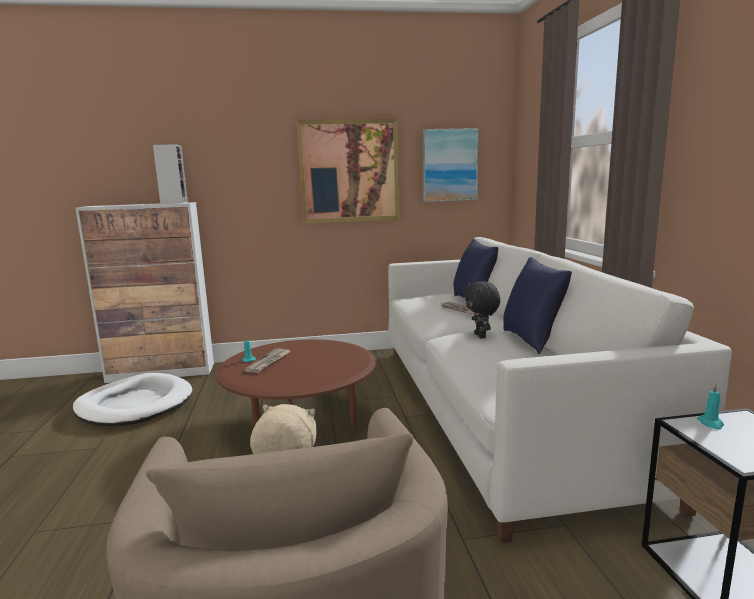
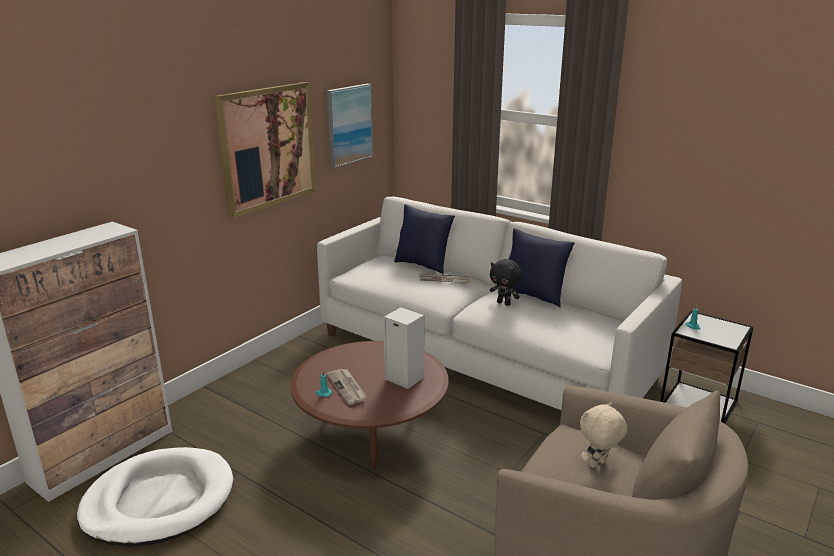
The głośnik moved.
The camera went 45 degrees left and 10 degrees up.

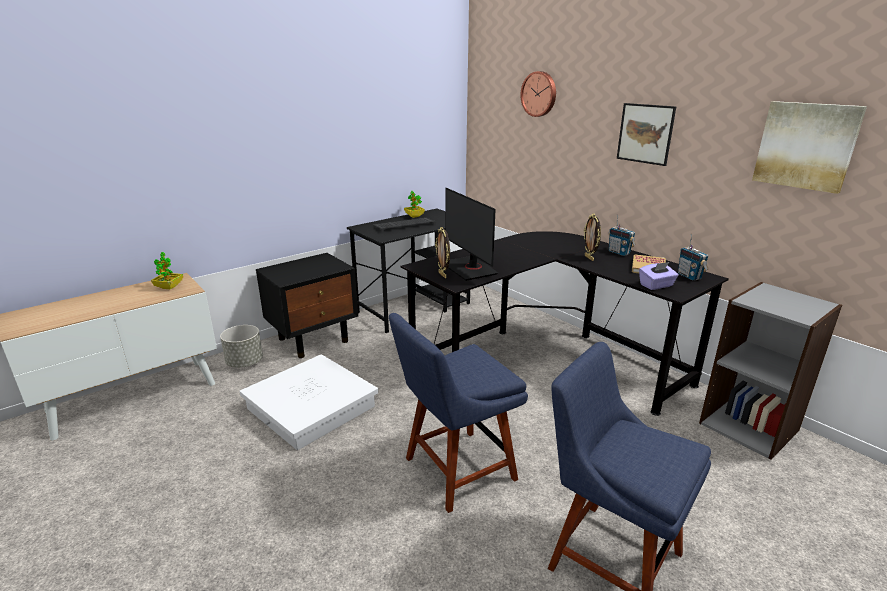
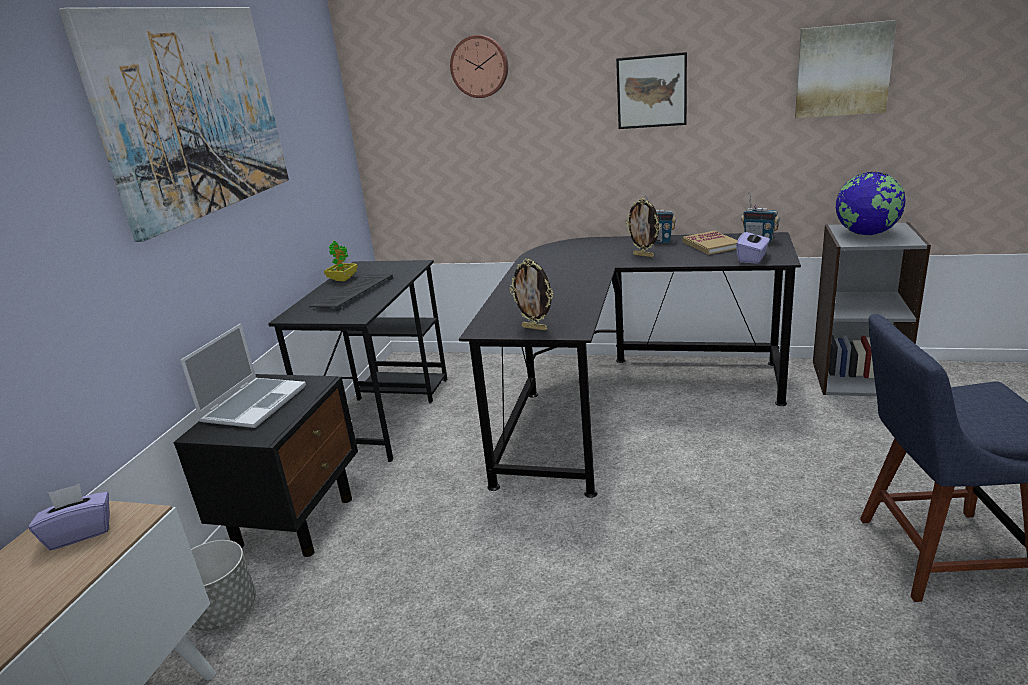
The roślina doniczkowa (1st from left) was replaced by the pudełko chusteczek [fioletowy] (1st from left).
The pojemnik do przechowywania [biały] disappeared.
The krzesło [niebieski] (1st from left) disappeared.
The monitor disappeared.
The obraz (1st from left) appeared.
The laptop appeared.
The globus appeared.
The camera went 35 degrees left and 0 degrees up.

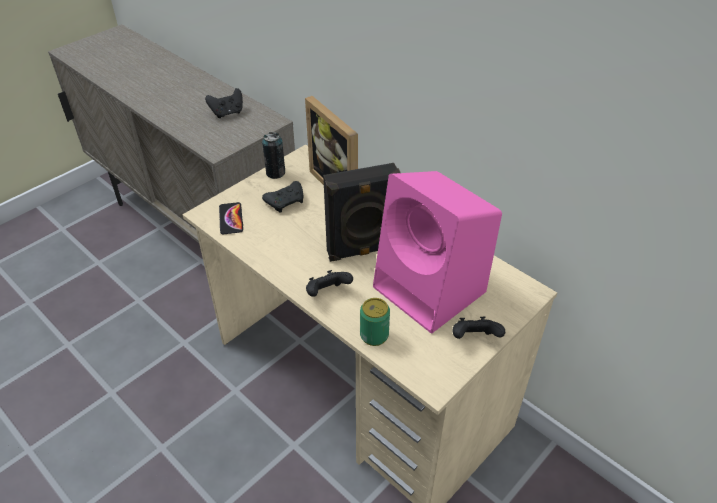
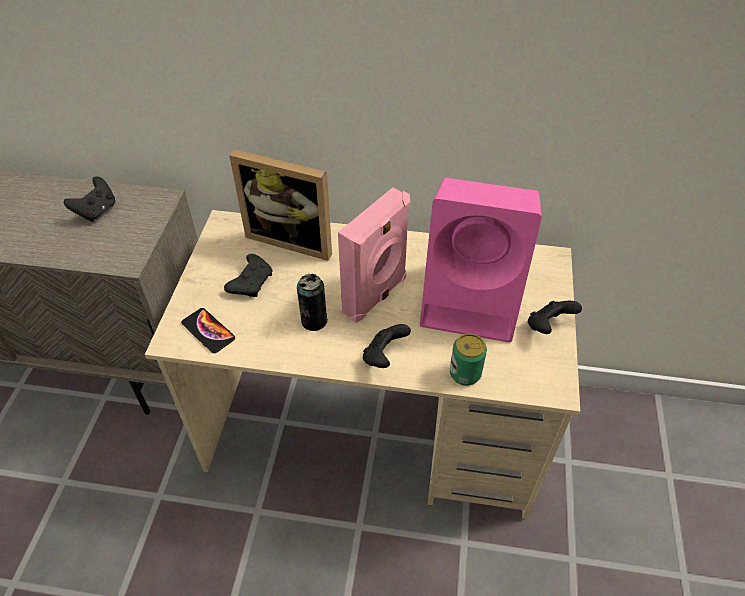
The puszka (1st from left) moved.
The głośnik [czarny] became the głośnik [różowy] (1st from left).
The camera went 35 degrees left and 5 degrees up.

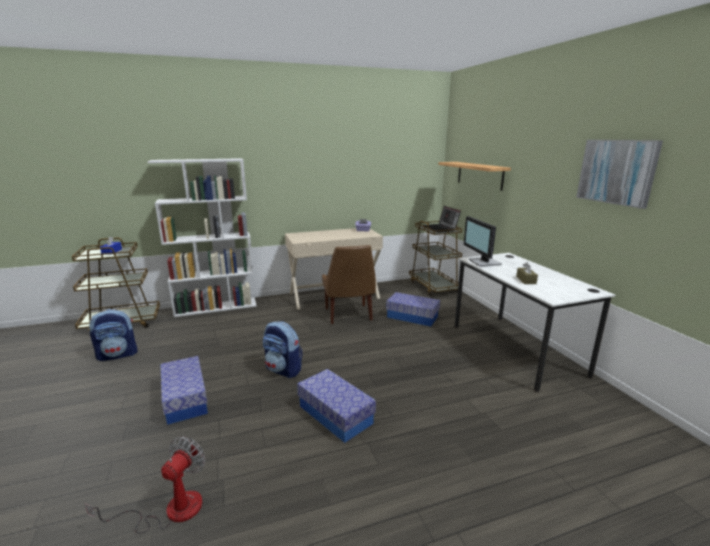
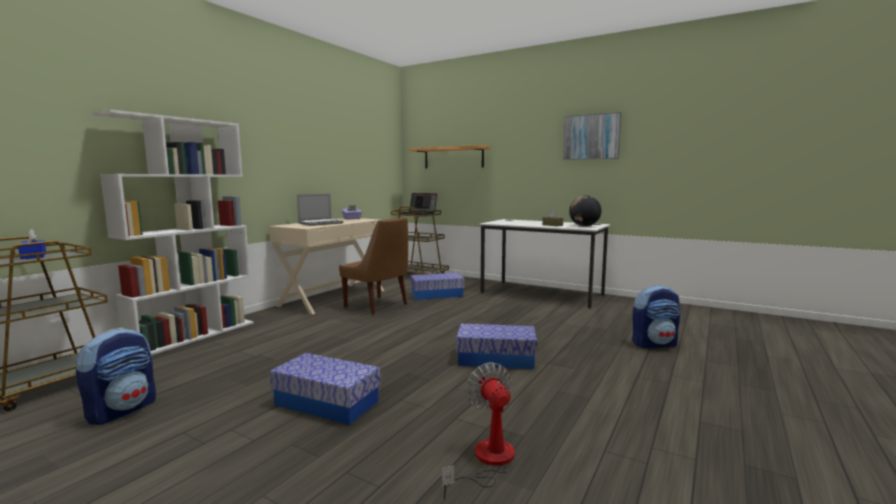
The plecak (2nd from left) moved.
The monitor disappeared.
The laptop (1st from left) appeared.
The globus appeared.
The camera went 40 degrees left and 10 degrees down.

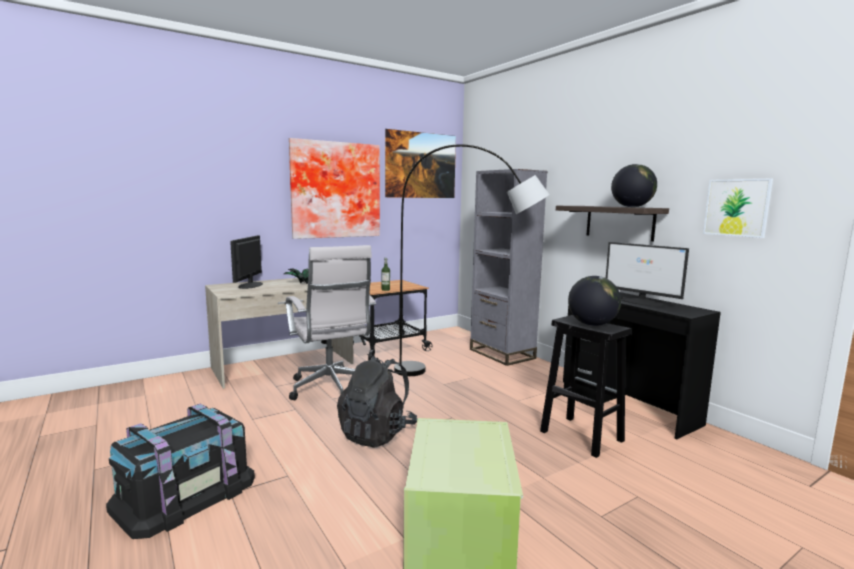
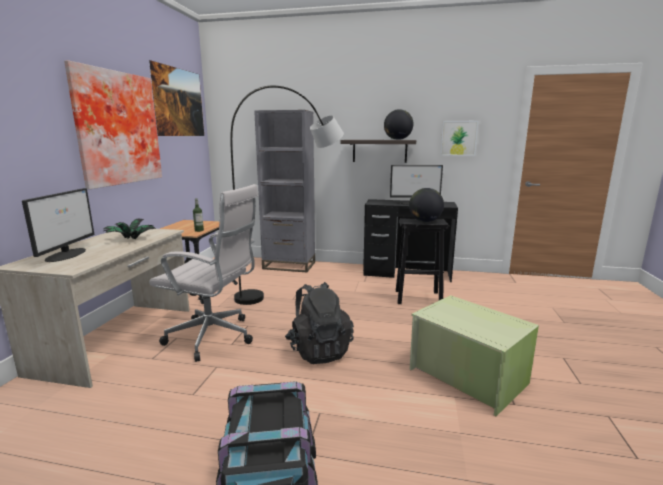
The monitor (1st from left) turned 135 degrees counterclockwise.
The camera went 45 degrees left and 5 degrees up.

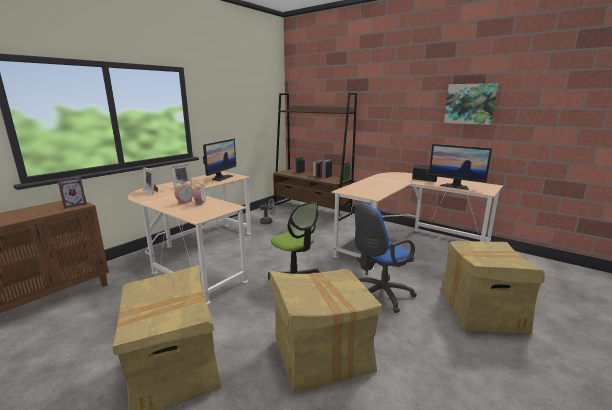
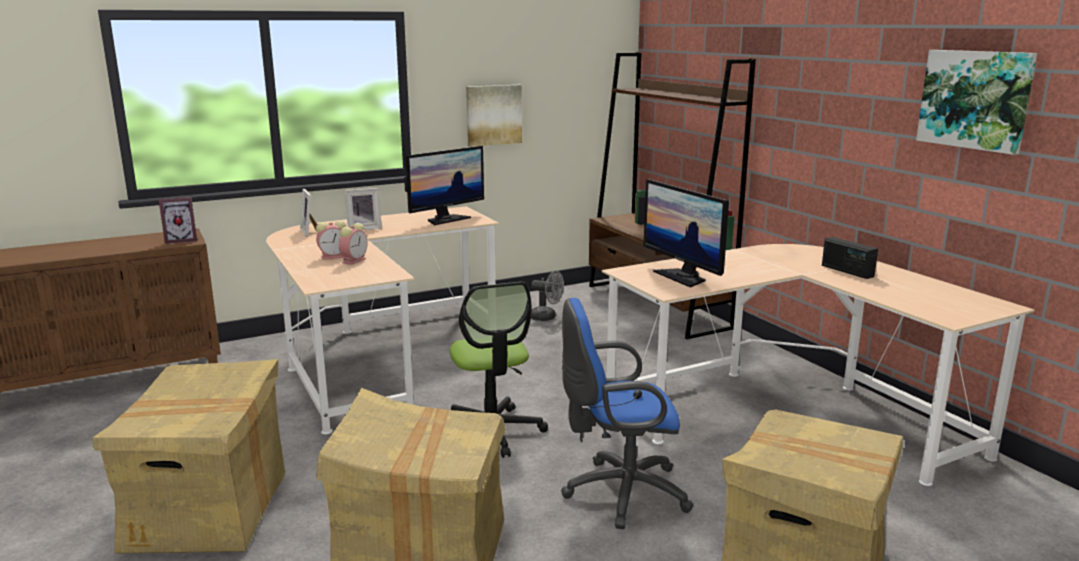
The monitor (2nd from left) moved.
The obraz (1st from left) appeared.
The camera went 25 degrees right and 0 degrees up.

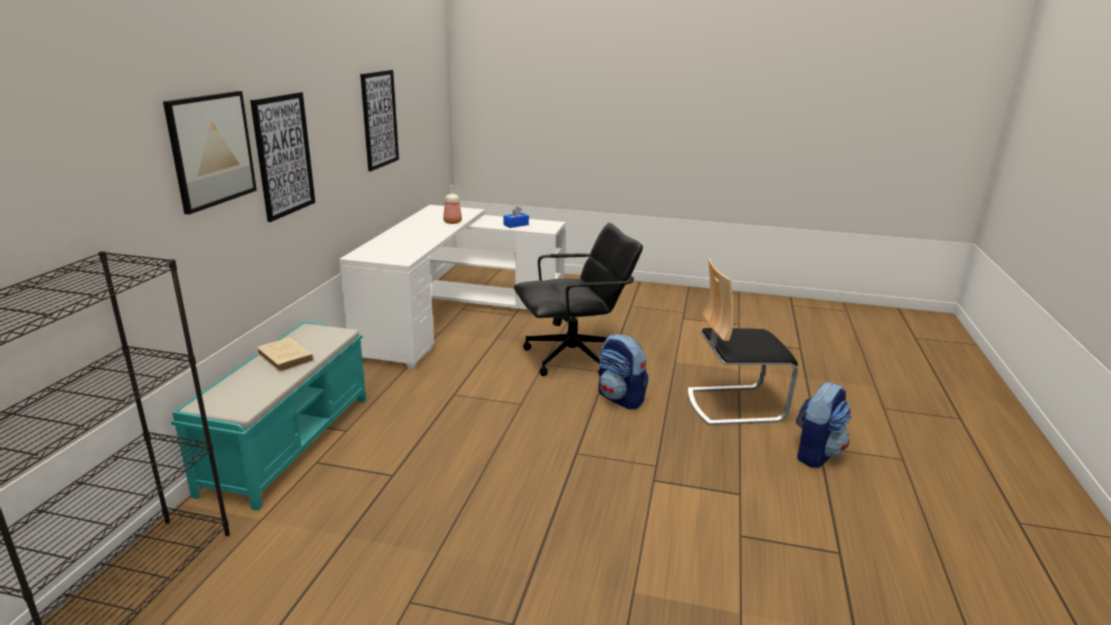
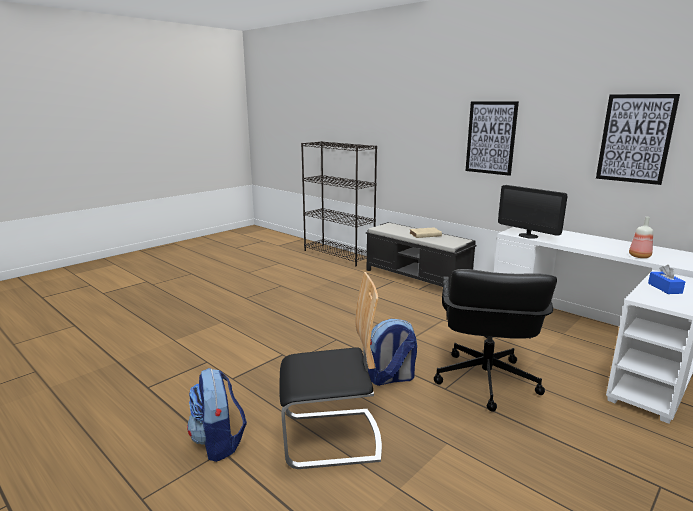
The obraz (1st from left) disappeared.
The ławka [turkusowy] became the ławka [czarny].
The krzesło turned 60 degrees clockwise.
The monitor appeared.
The camera went 120 degrees right and 5 degrees down.

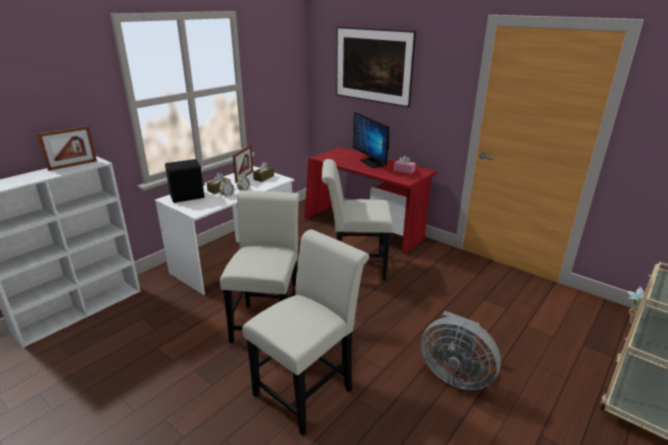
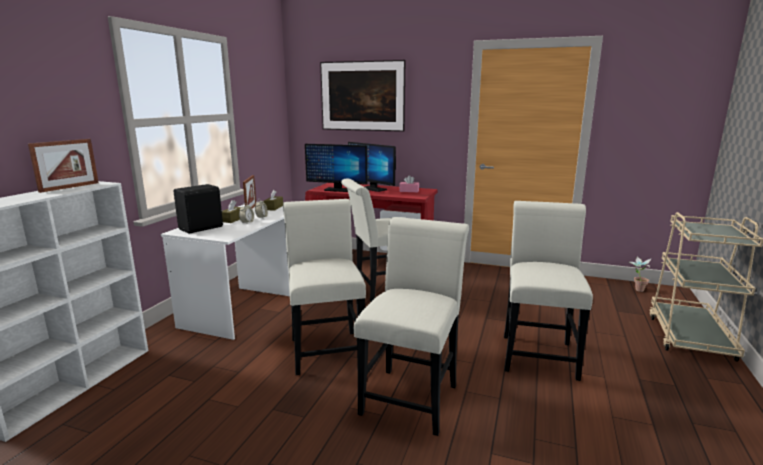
The wentylator [szary] was replaced by the krzesło [biały] (4th from left).
The monitor (1st from left) appeared.
The camera went 20 degrees left and 10 degrees down.

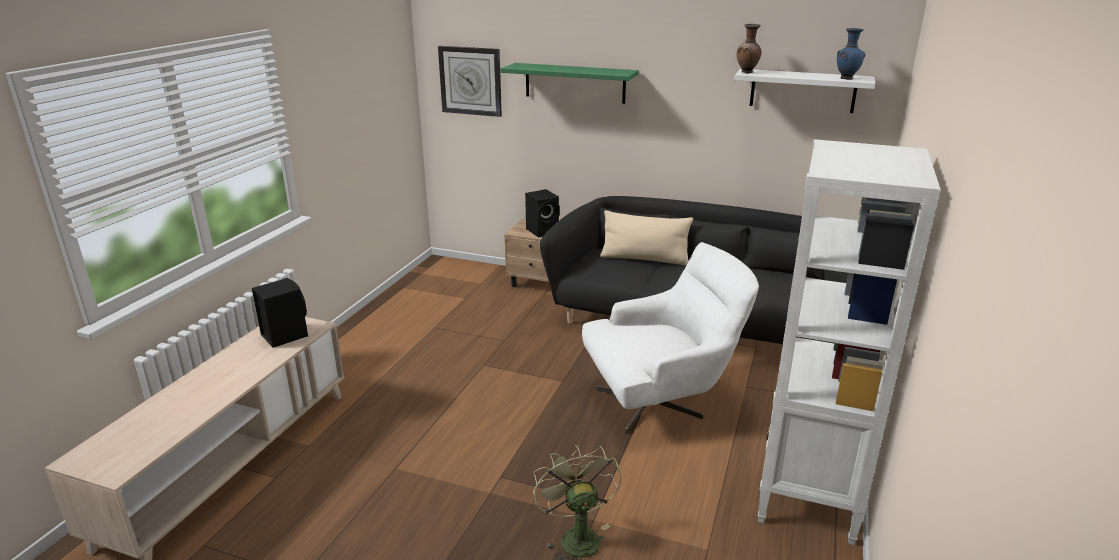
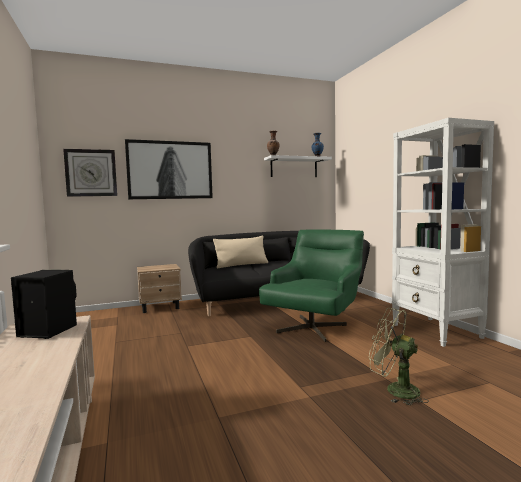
The półka [zielony] was replaced by the obraz.
The głośnik [czarny] (2nd from left) disappeared.
The fotel [biały] became the fotel [zielony].
The camera went 40 degrees left and 20 degrees down.

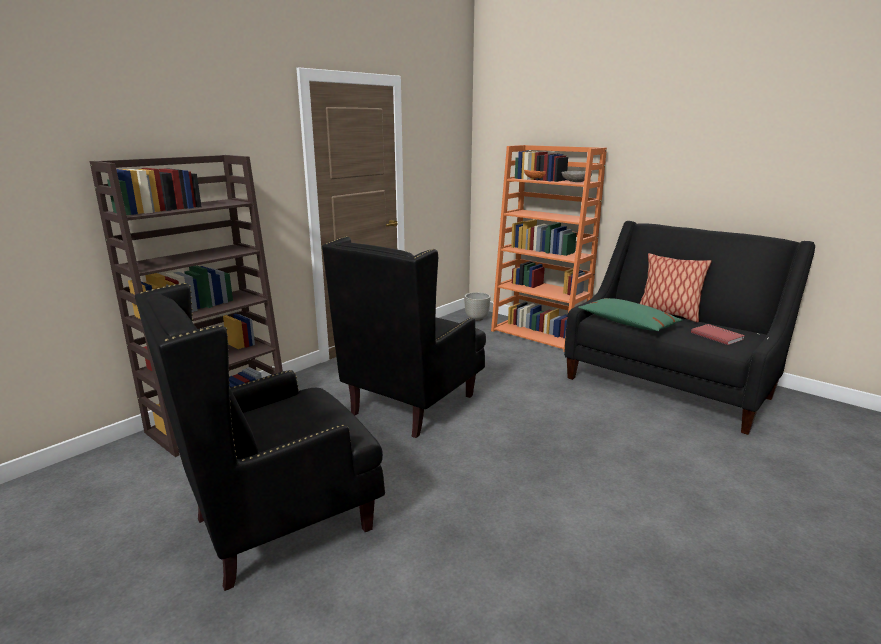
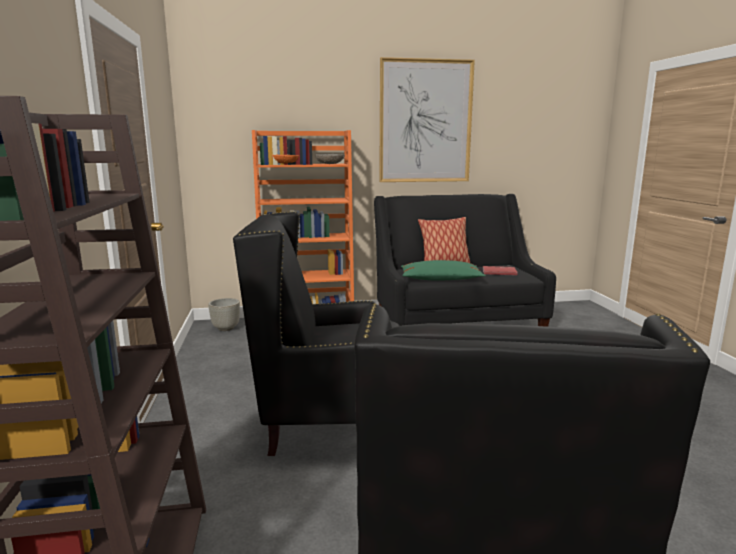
The fotel [czarny] (2nd from left in the first image) turned 105 degrees clockwise.
The obraz appeared.
The camera went 50 degrees left and 5 degrees down.

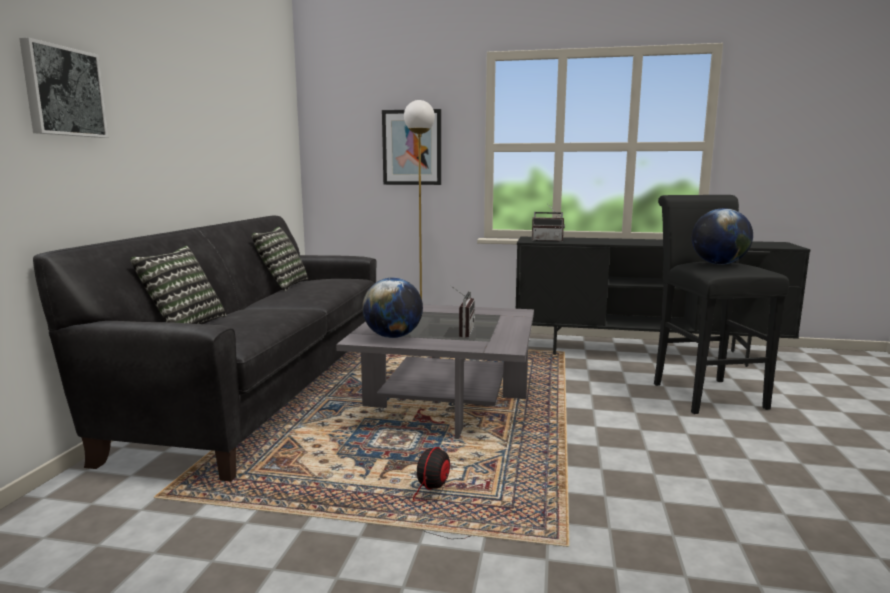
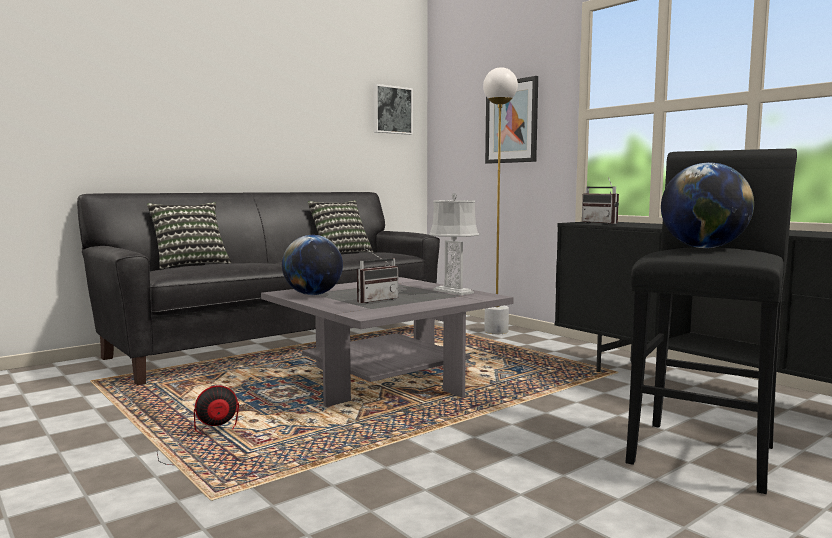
The obraz (1st from left) moved.
The lampa stołowa [szary] appeared.
The camera went 40 degrees right and 5 degrees down.

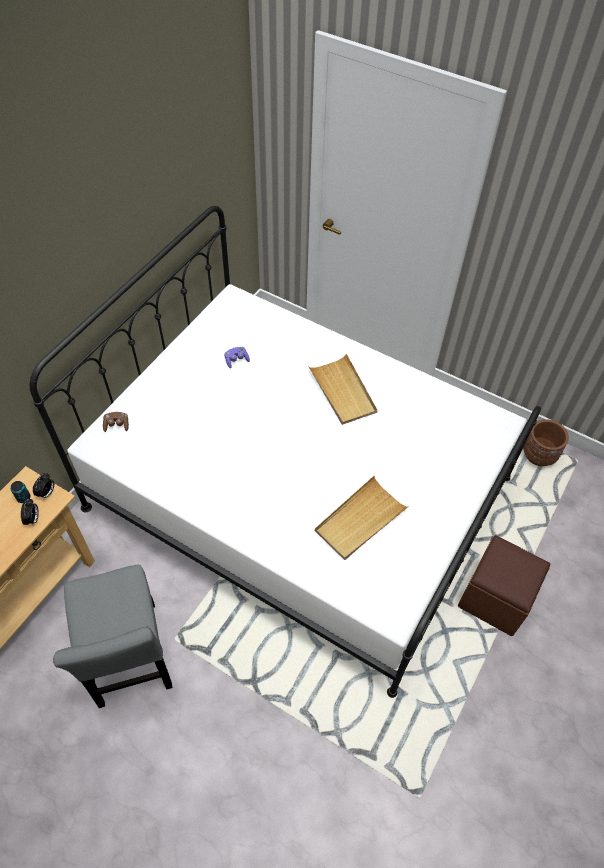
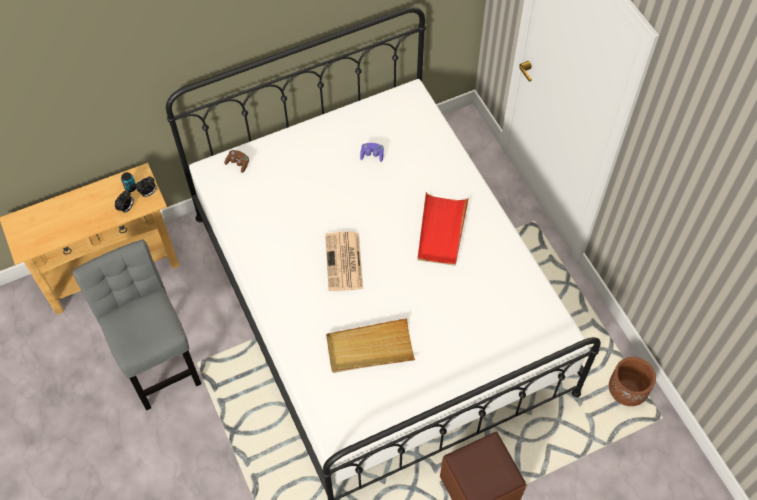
The krzesło [szary] turned 135 degrees clockwise.
The taca [beżowy] (1st from left) became the taca [czerwony].
The gazeta appeared.
The camera went 35 degrees right and 5 degrees up.

